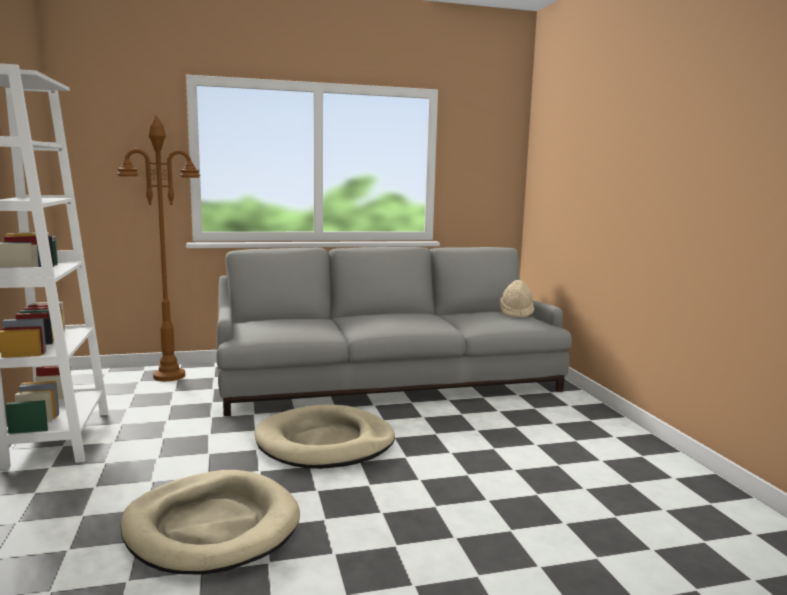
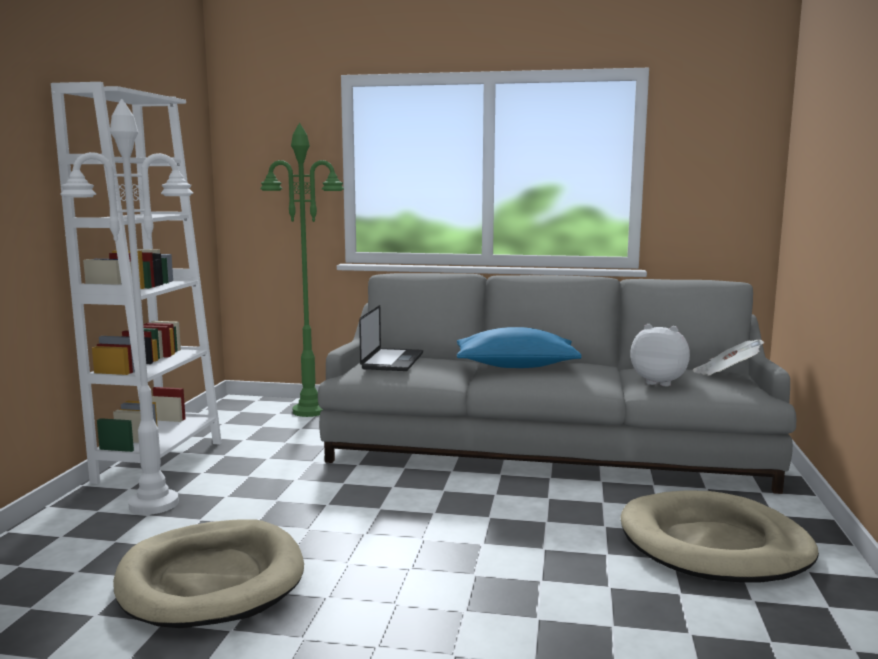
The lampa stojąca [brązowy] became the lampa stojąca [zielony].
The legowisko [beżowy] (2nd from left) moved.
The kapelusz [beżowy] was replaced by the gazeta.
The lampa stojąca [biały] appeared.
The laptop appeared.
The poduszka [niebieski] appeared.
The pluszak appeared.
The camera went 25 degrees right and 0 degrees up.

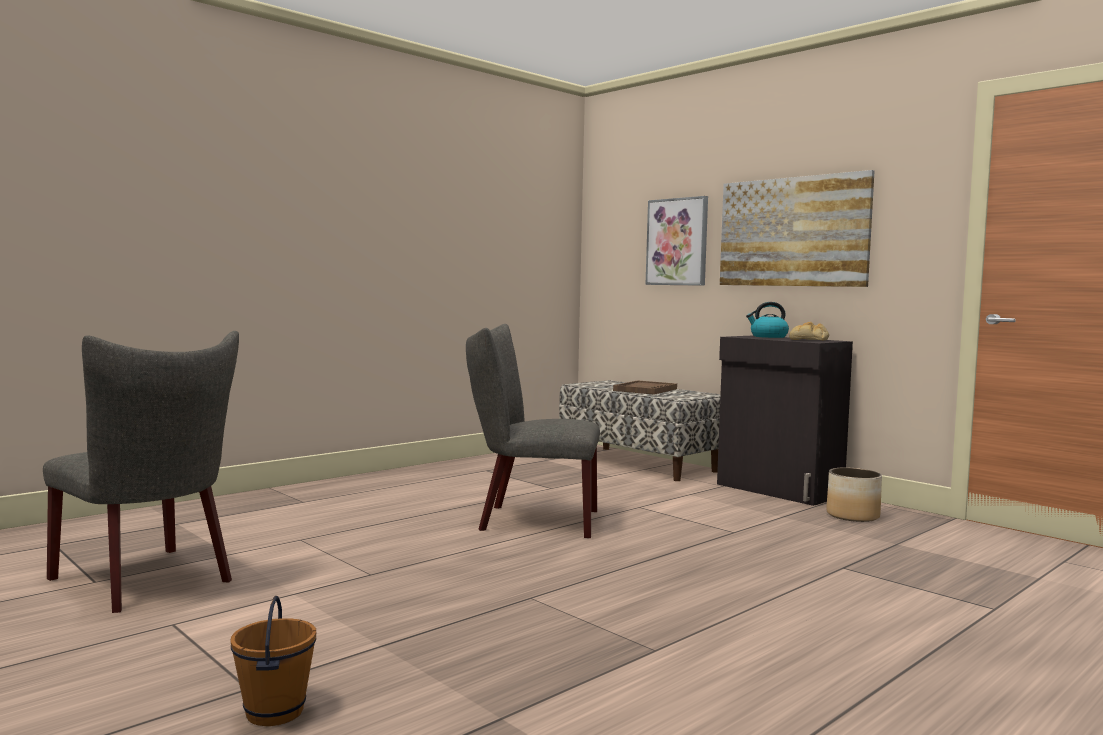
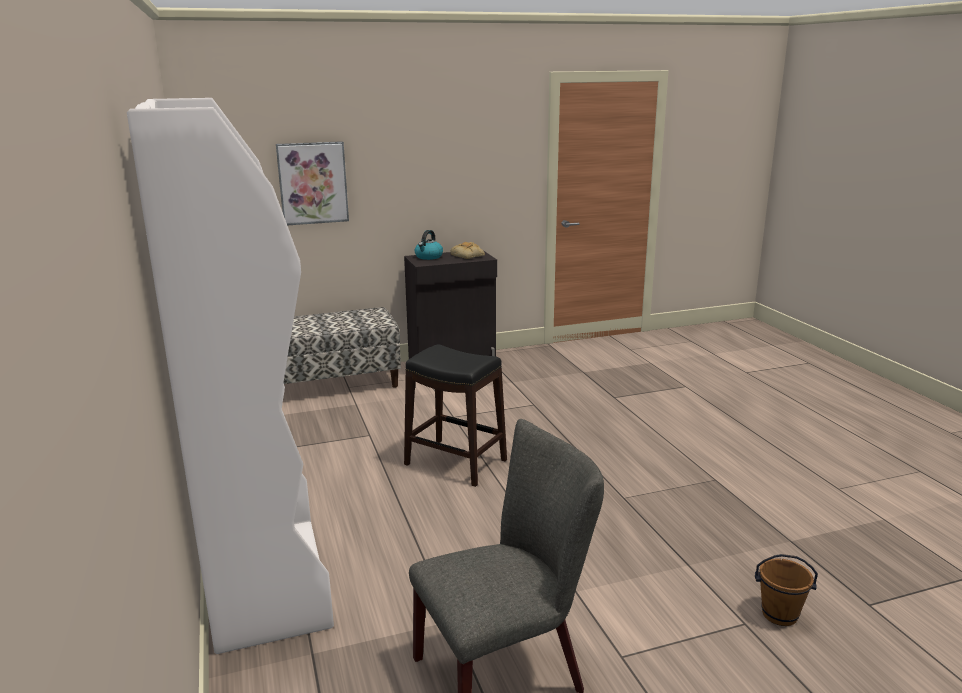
The krzesło [szary] (2nd from left) was replaced by the stołek [czarny].
The taca [brązowy] disappeared.
The obraz (2nd from left) disappeared.
The donica disappeared.
The regał [biały] appeared.
The camera went 65 degrees left and 15 degrees up.

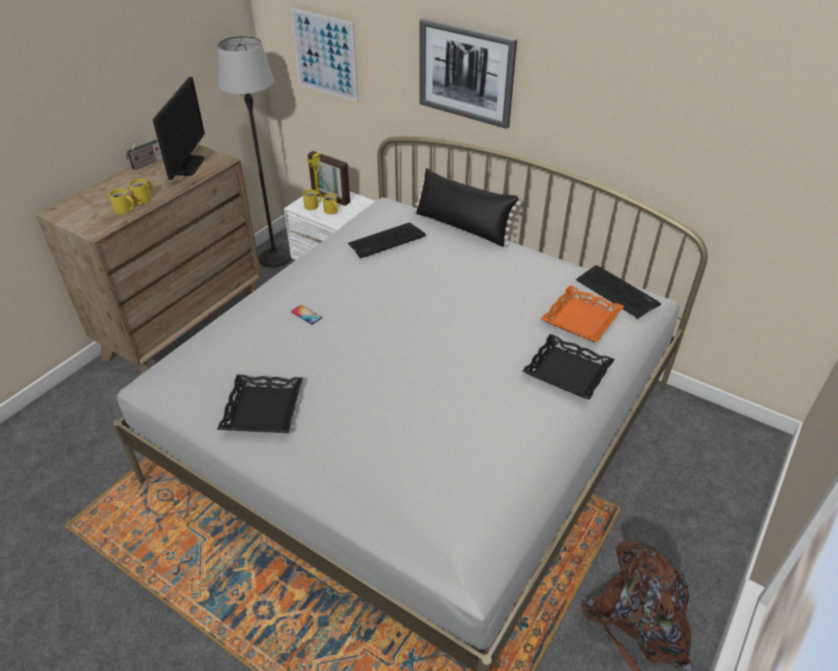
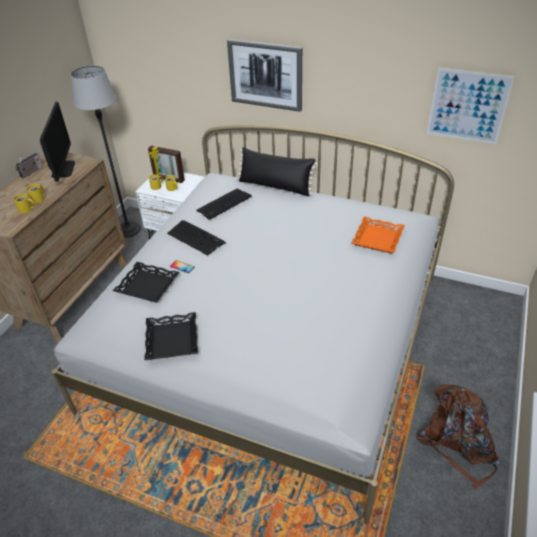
The obraz (1st from left in the first image) moved.
The taca [czarny] (2nd from left in the first image) moved.
The klawiatura (2nd from left in the first image) moved.
The camera went 10 degrees left and 0 degrees up.

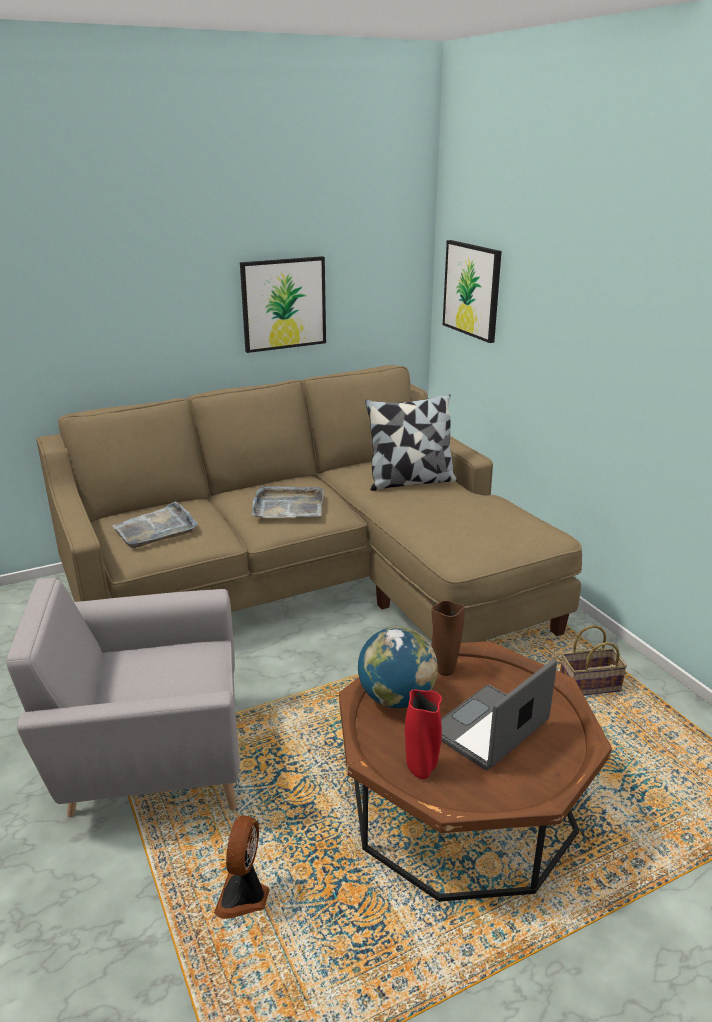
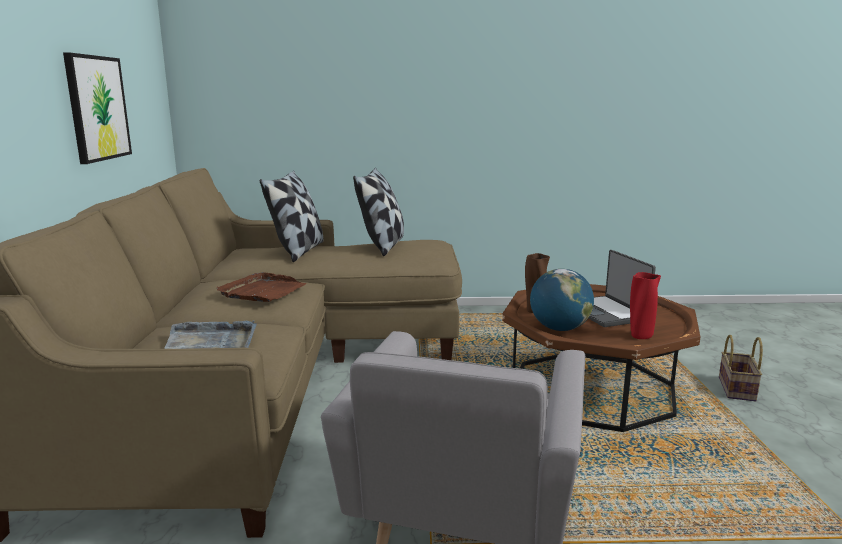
The wentylator disappeared.
The taca [szary] (2nd from left) became the taca [brązowy].
The obraz (2nd from left) disappeared.
The koszyk moved.
The poduszka (2nd from left) appeared.
The camera went 65 degrees left and 10 degrees down.

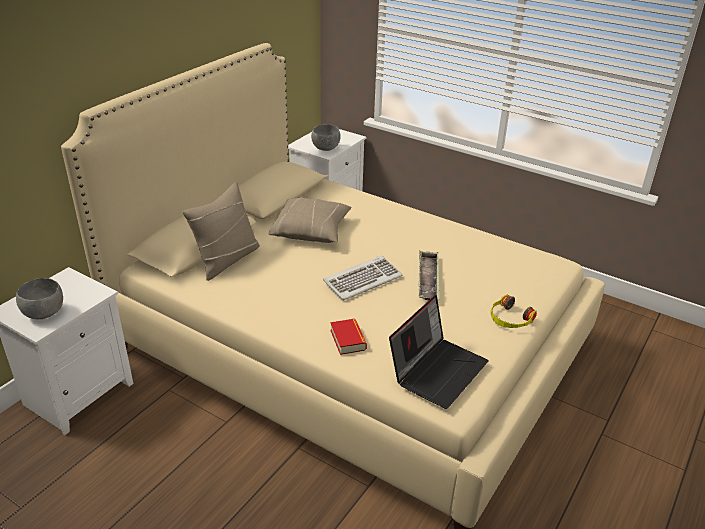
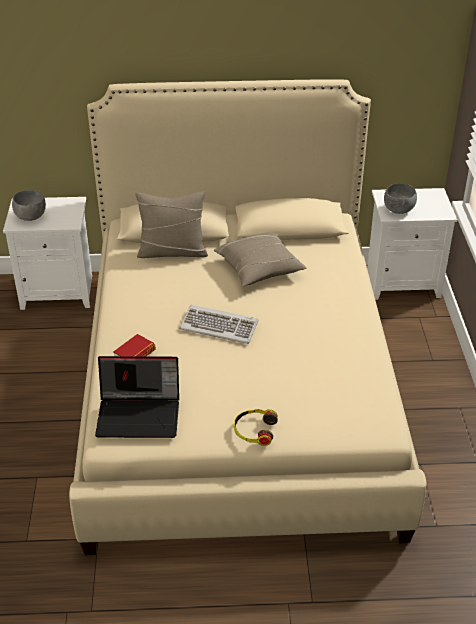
The taca disappeared.
The camera went 55 degrees right and 5 degrees up.

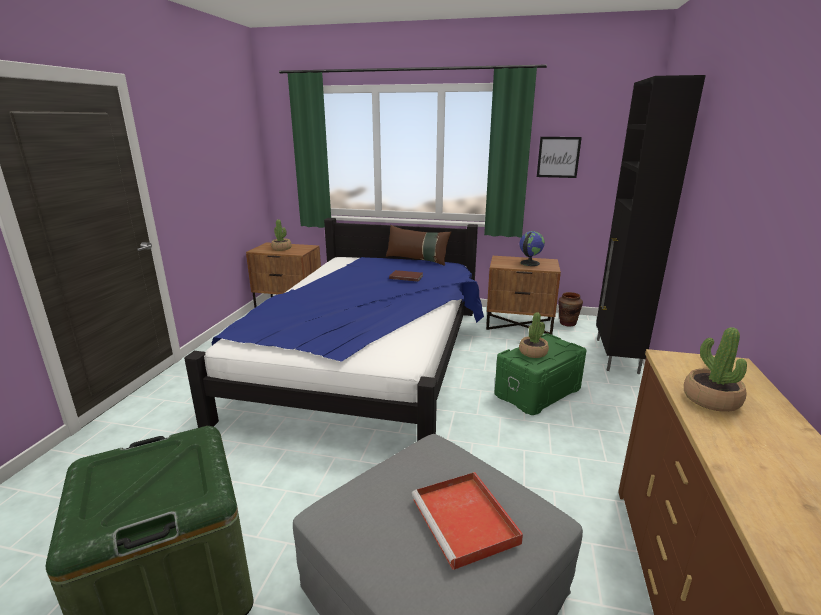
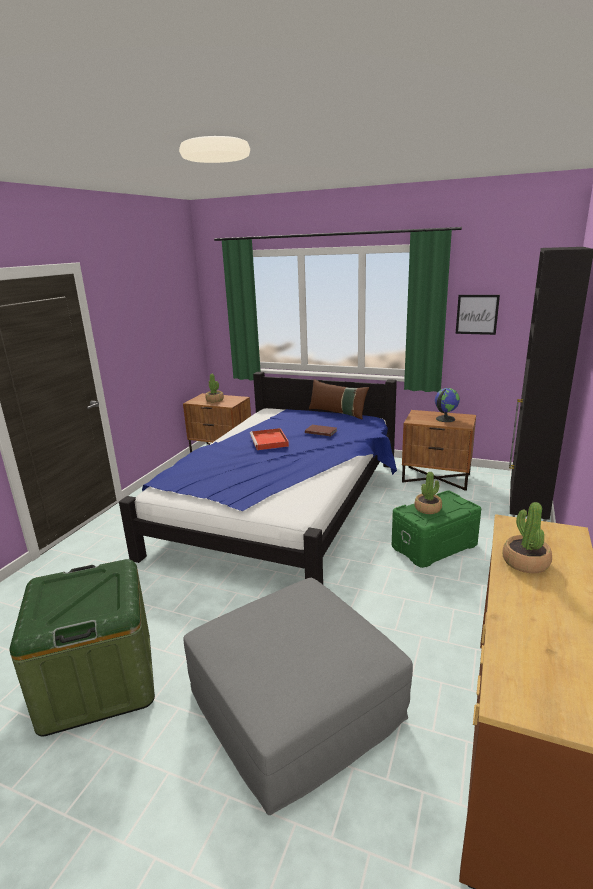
The taca [czerwony] moved.
The wazon [brązowy] disappeared.
The camera went 10 degrees right and 0 degrees up.

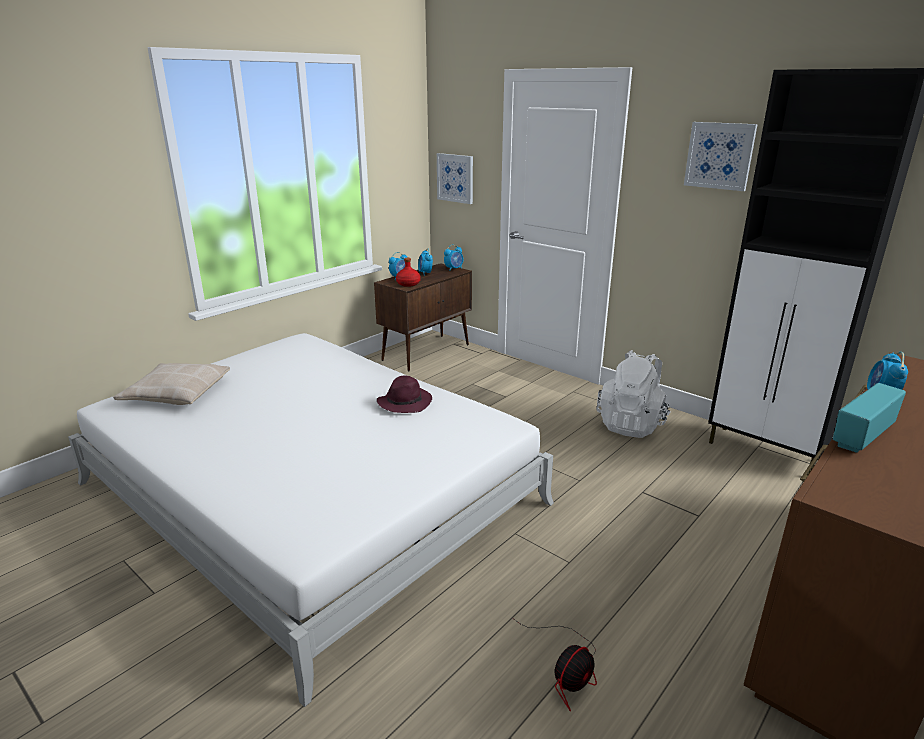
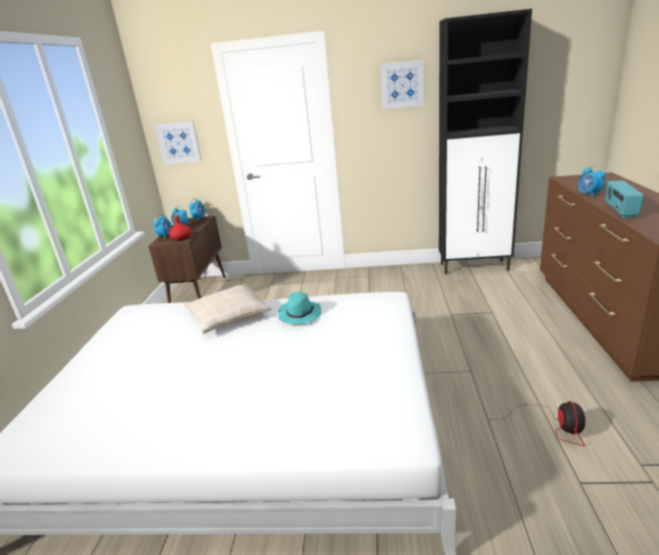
The poduszka [beżowy] moved.
The kapelusz [fioletowy] became the kapelusz [turkusowy].
The plecak [biały] disappeared.
The camera went 35 degrees left and 0 degrees up.

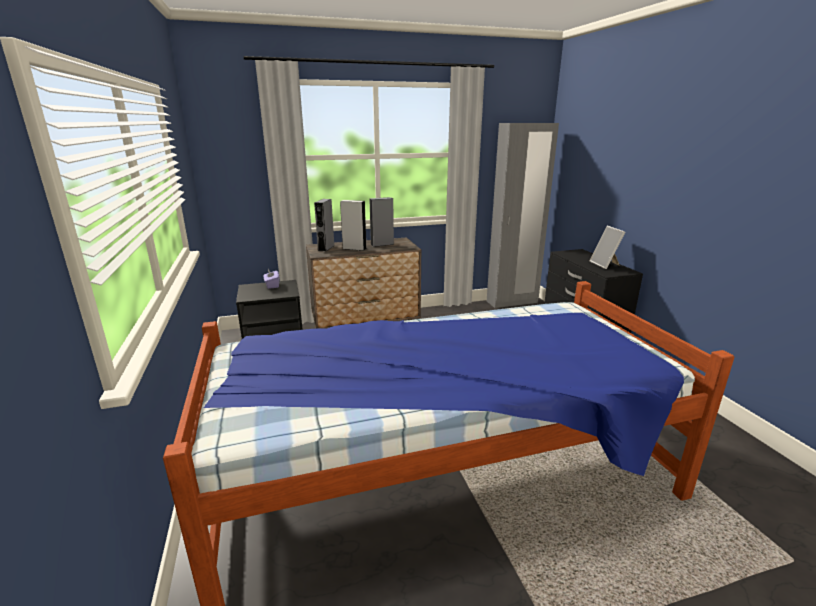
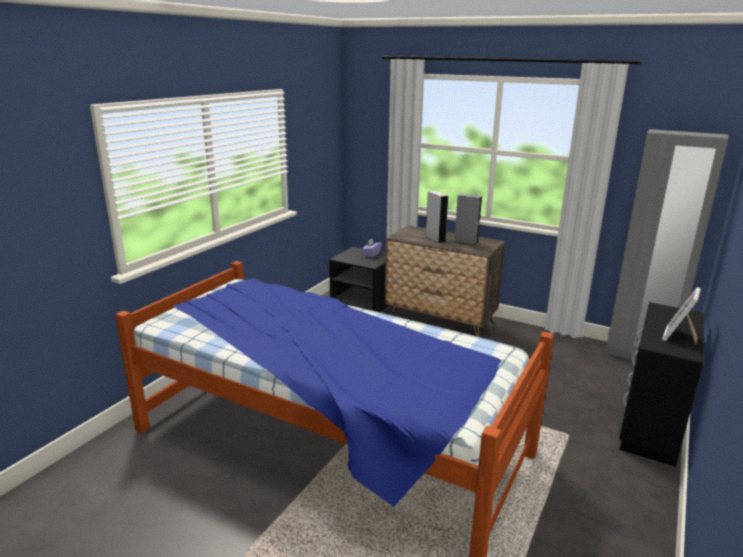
The głośnik [szary] (1st from left) disappeared.
The camera went 45 degrees right and 0 degrees up.

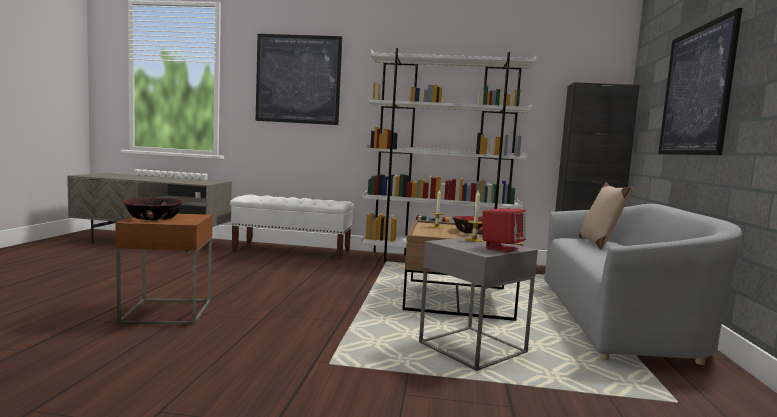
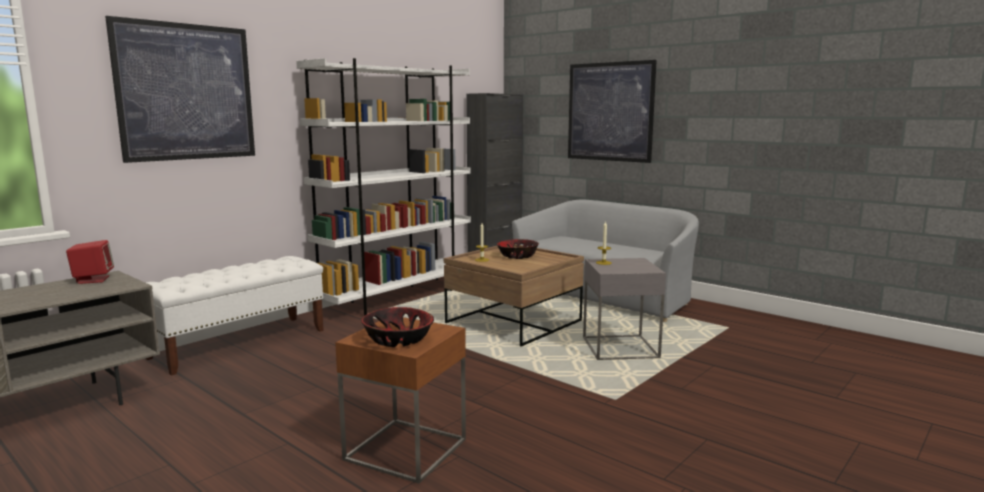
The głośnik [czerwony] moved.
The poduszka [beżowy] disappeared.
The camera went 55 degrees left and 5 degrees up.

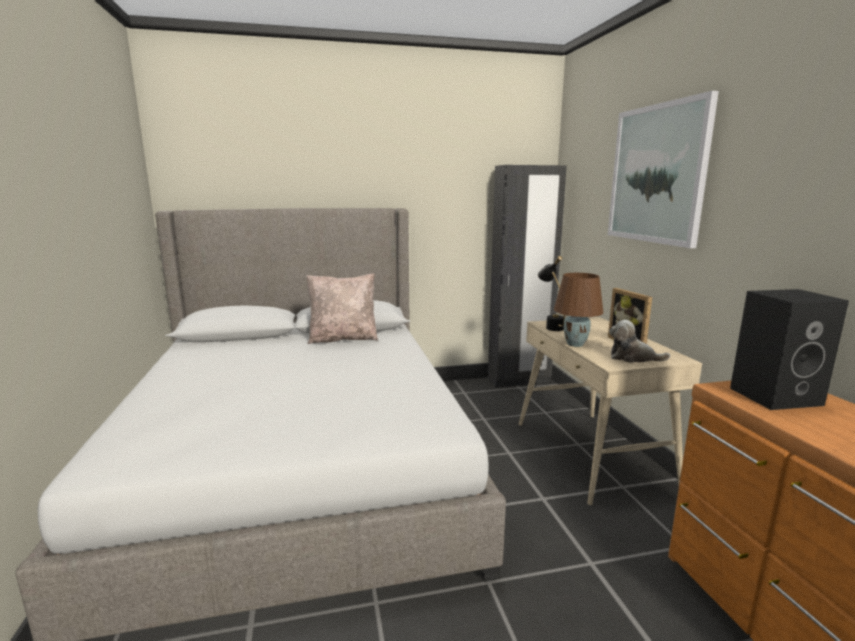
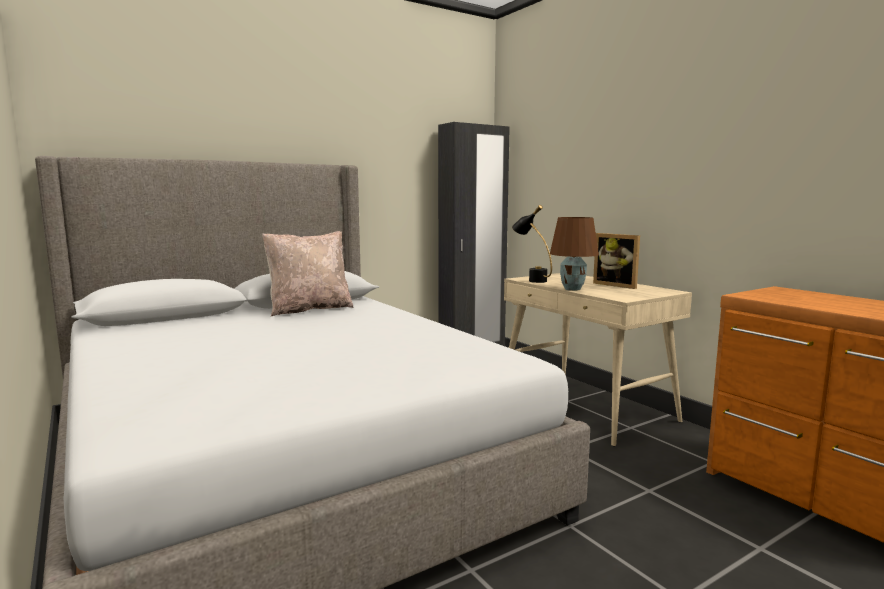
The obraz disappeared.
The pluszak disappeared.
The głośnik [czarny] disappeared.
The camera went 20 degrees left and 5 degrees down.

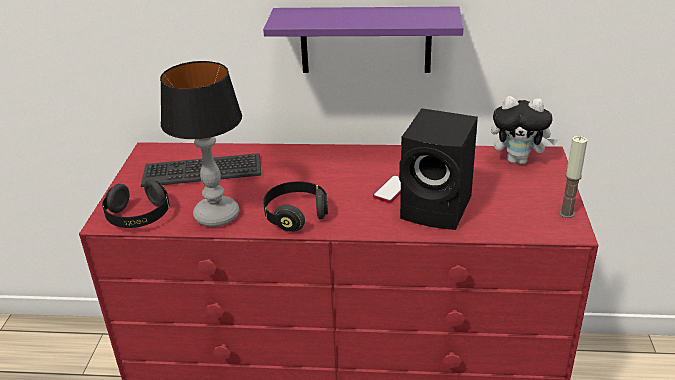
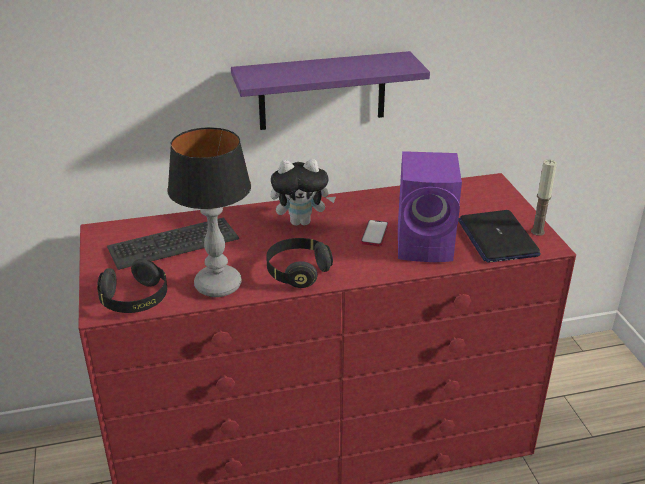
The głośnik [czarny] became the głośnik [fioletowy].
The pluszak moved.
The laptop appeared.
The camera went 20 degrees left and 0 degrees up.

